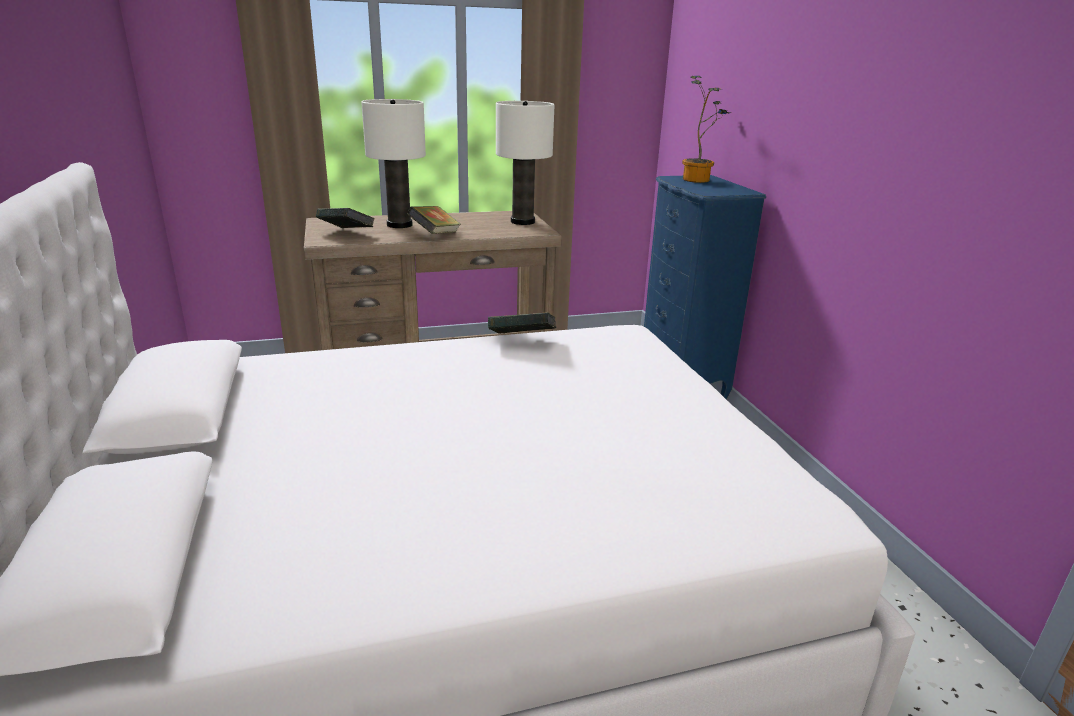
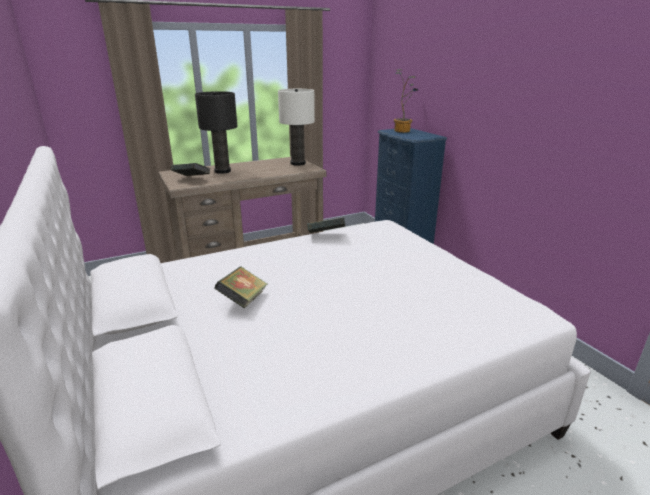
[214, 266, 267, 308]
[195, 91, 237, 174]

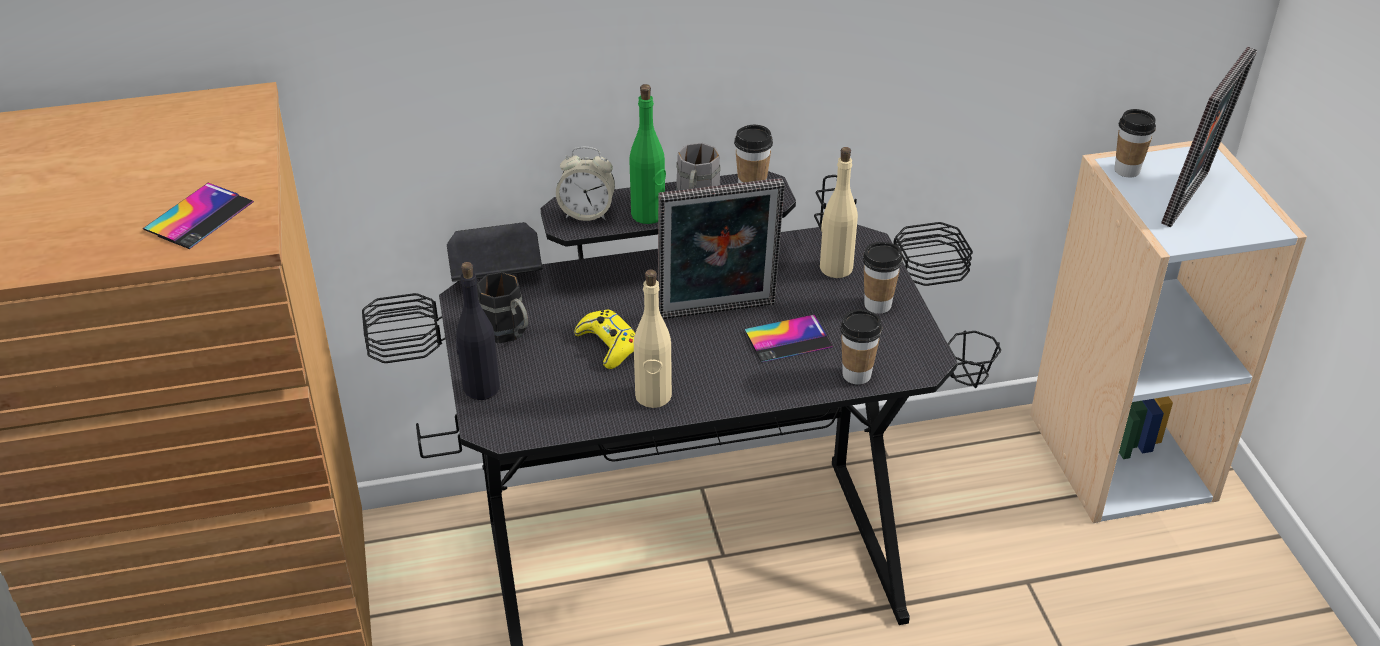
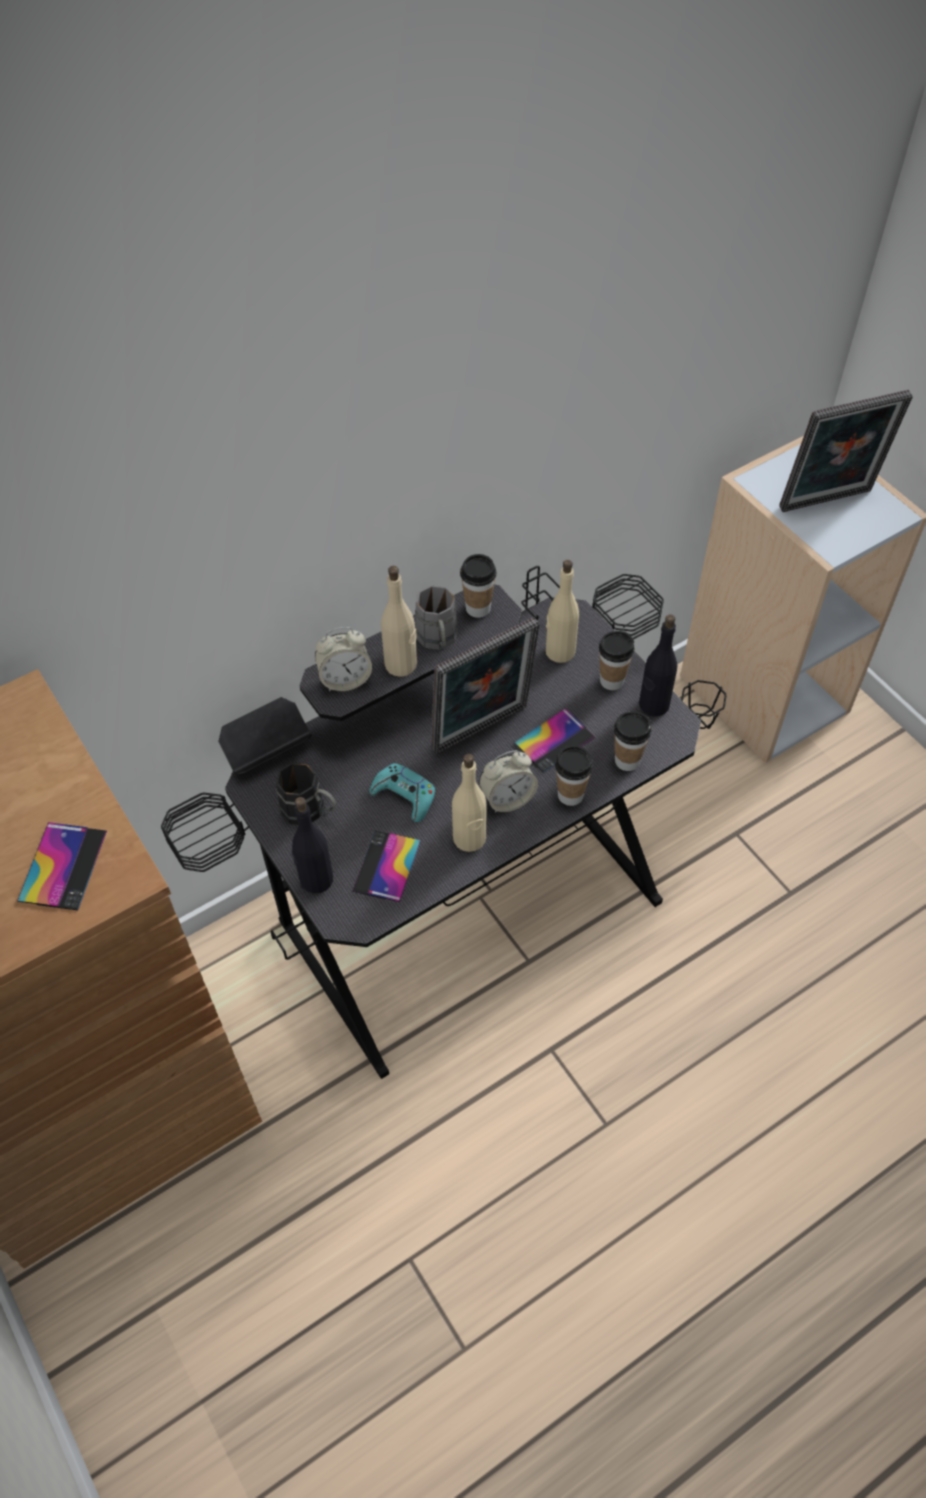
[352, 830, 421, 902]
[479, 750, 538, 813]
[639, 614, 677, 717]
[555, 745, 593, 806]
[369, 763, 435, 822]
[381, 566, 417, 677]
[779, 390, 913, 512]

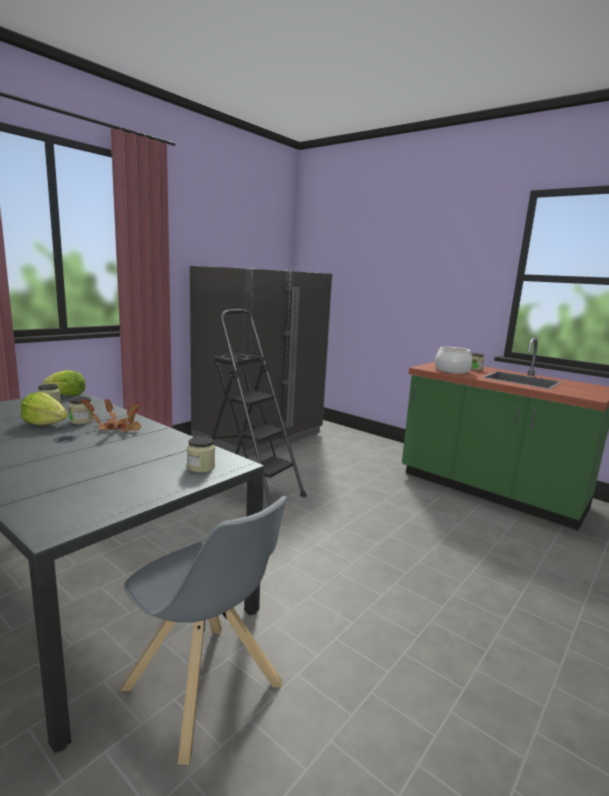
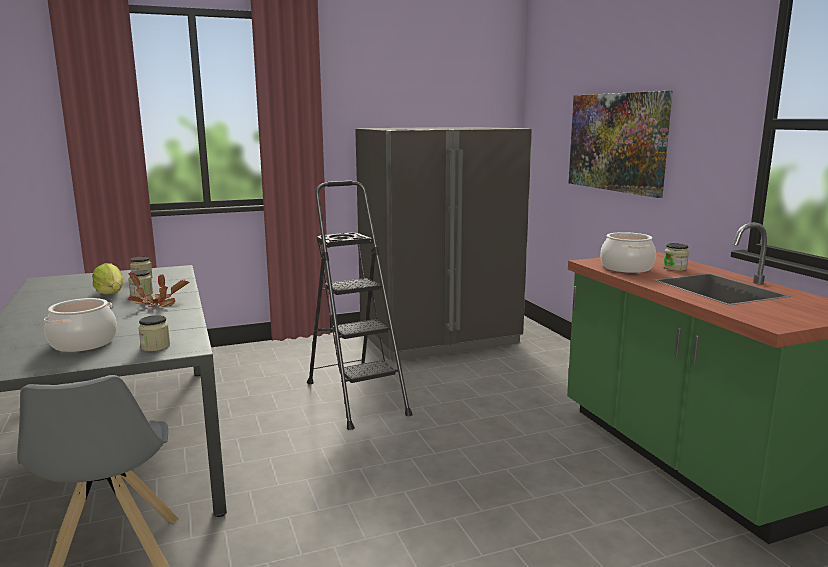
[43, 370, 86, 396] (first image)
[44, 298, 117, 352]
[569, 91, 673, 198]

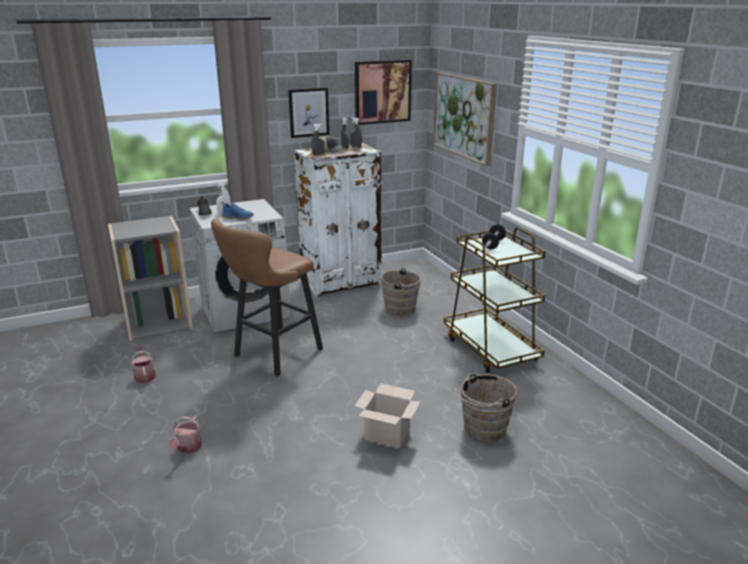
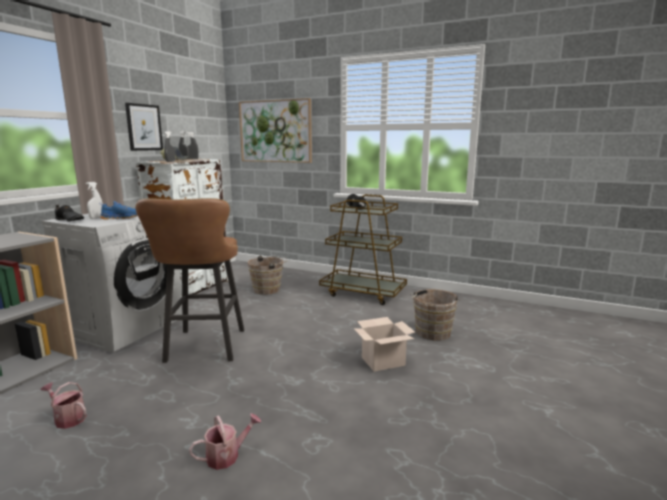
[355, 59, 412, 125] (first image)
[189, 413, 261, 470]

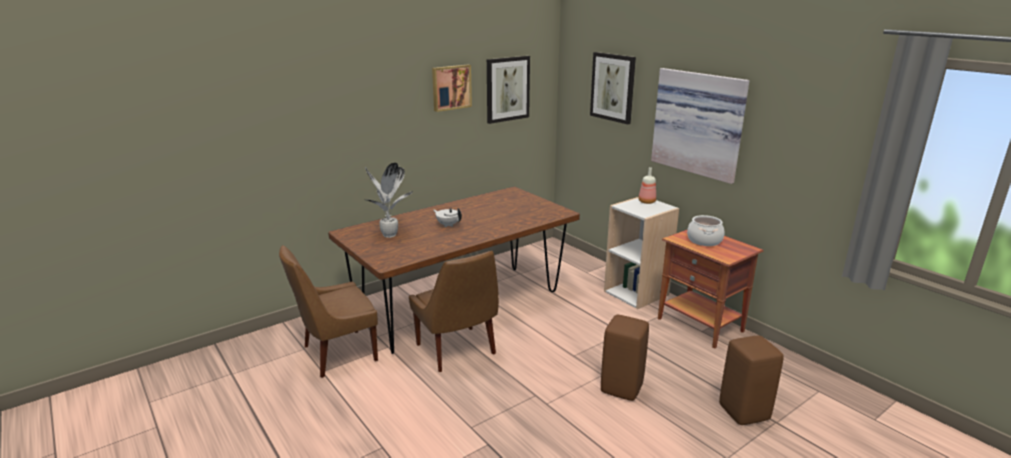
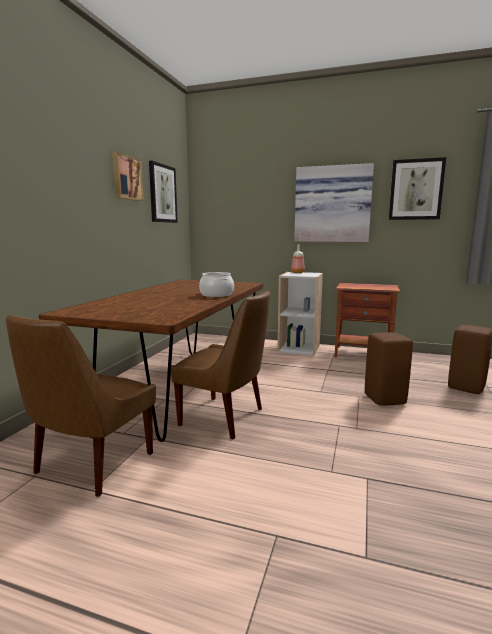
[365, 163, 413, 238] (first image)
[434, 208, 462, 227] (first image)
[389, 157, 446, 220]
[199, 272, 234, 297]

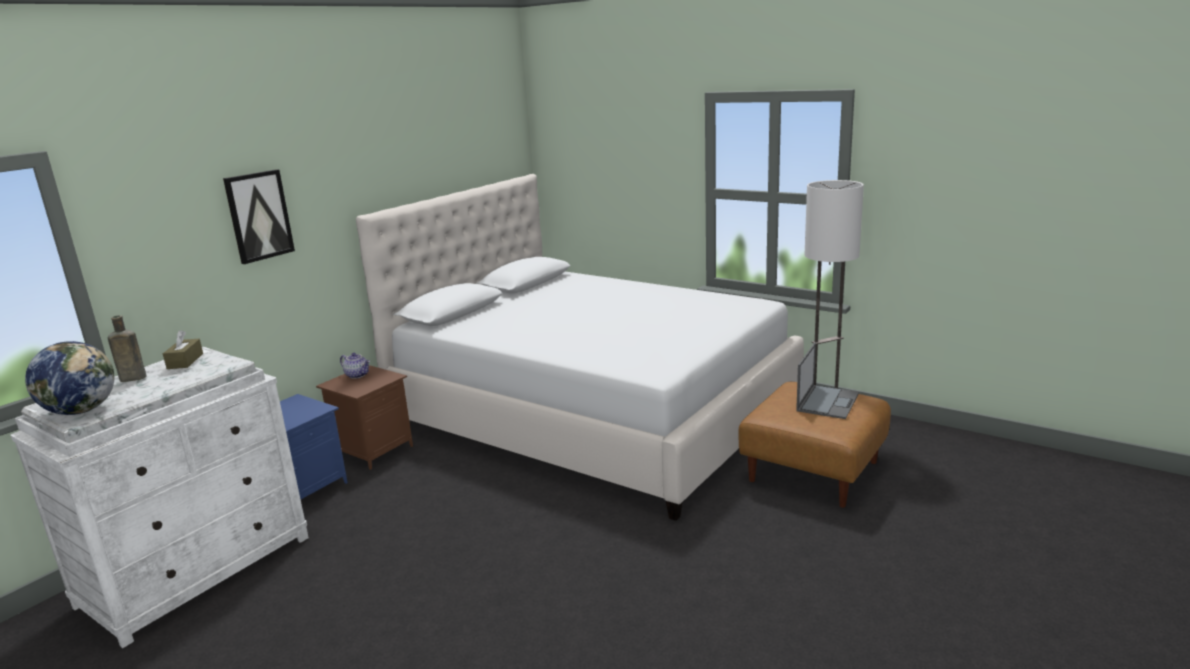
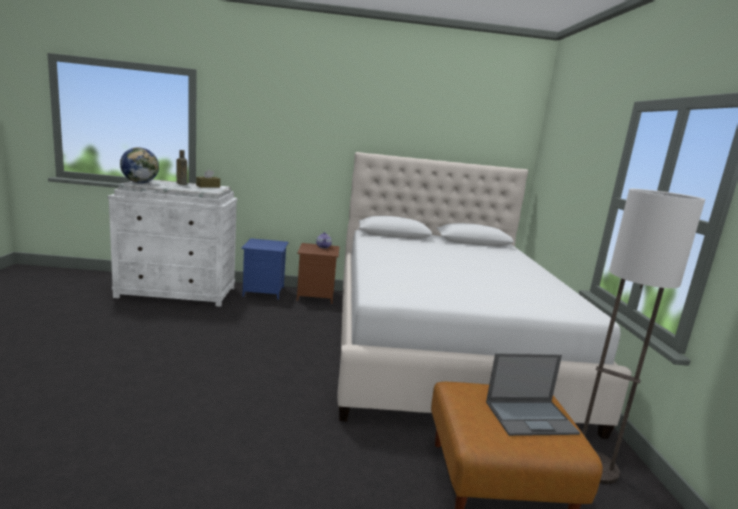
[223, 169, 295, 264] (first image)

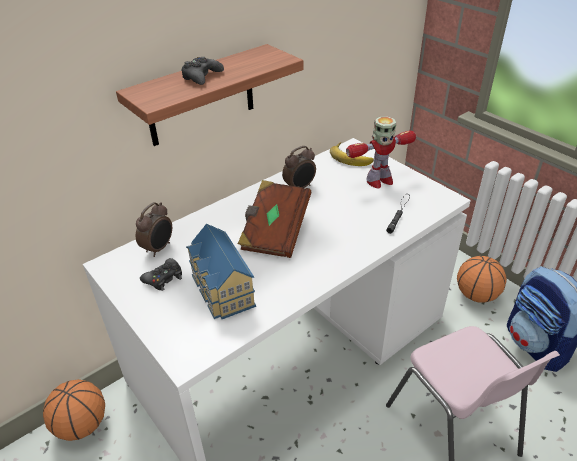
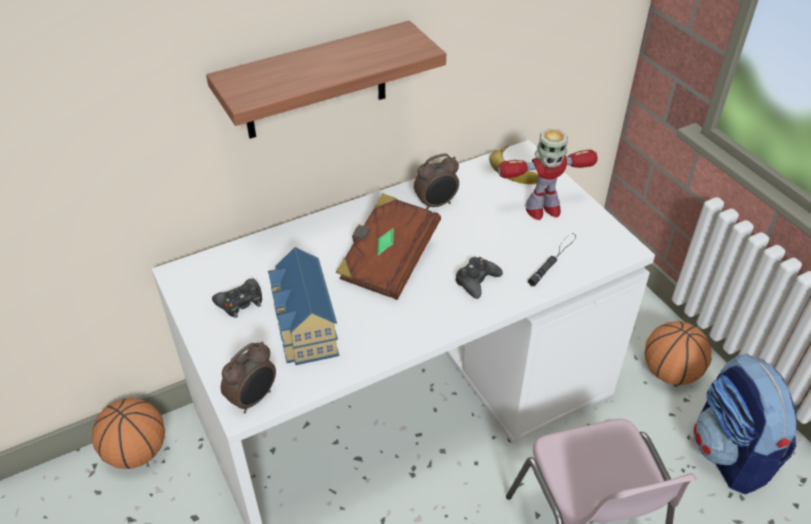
[221, 341, 276, 414]
[455, 257, 503, 299]

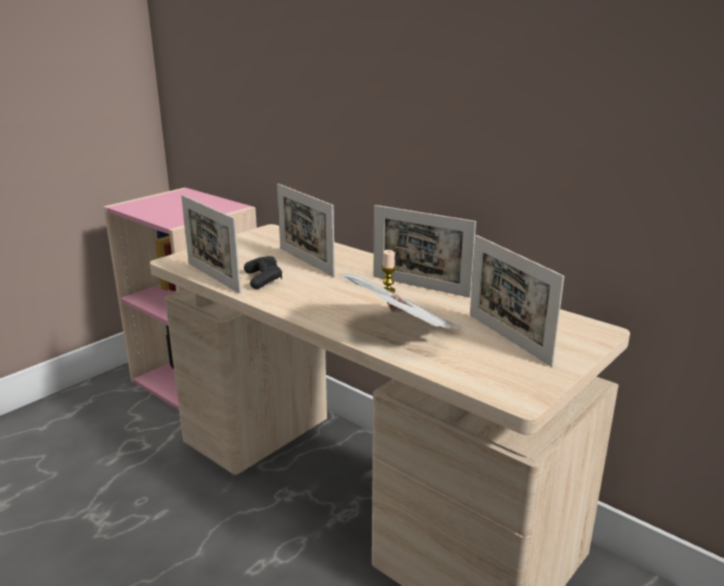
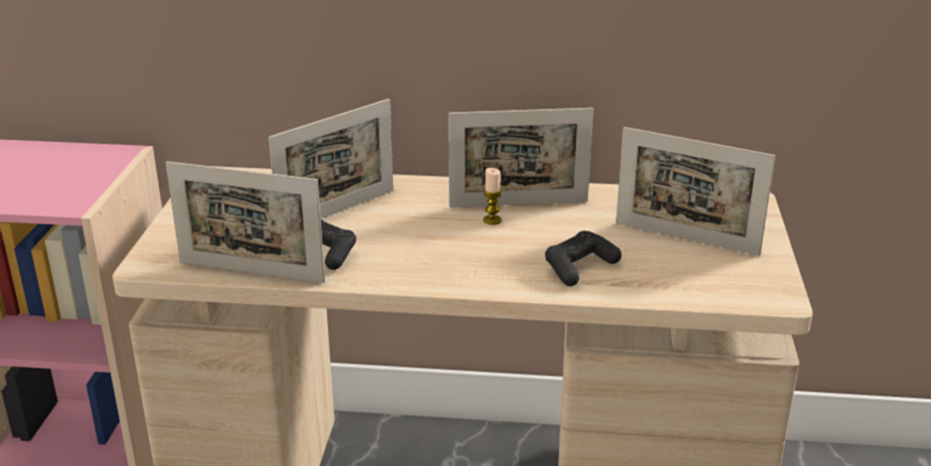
[545, 231, 622, 286]
[269, 99, 393, 218]

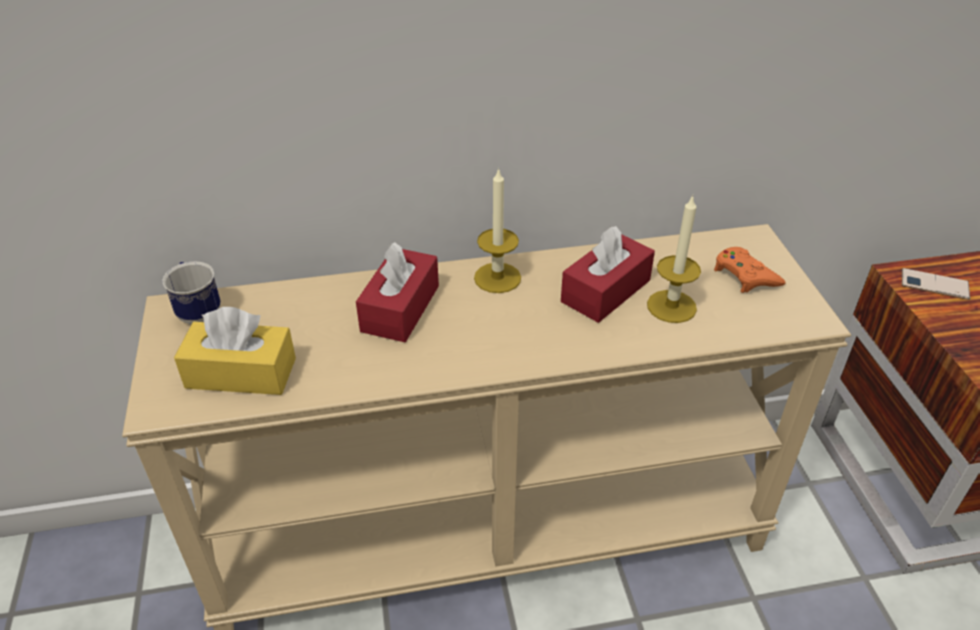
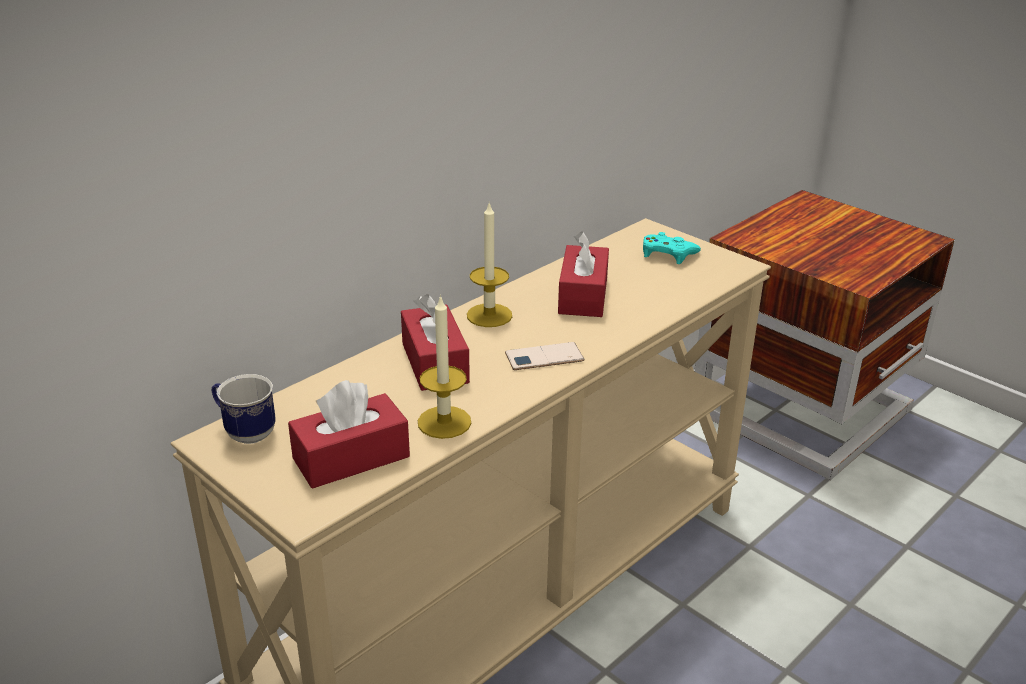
[418, 295, 471, 439]
[505, 342, 585, 370]
[288, 380, 410, 489]
[643, 232, 701, 264]

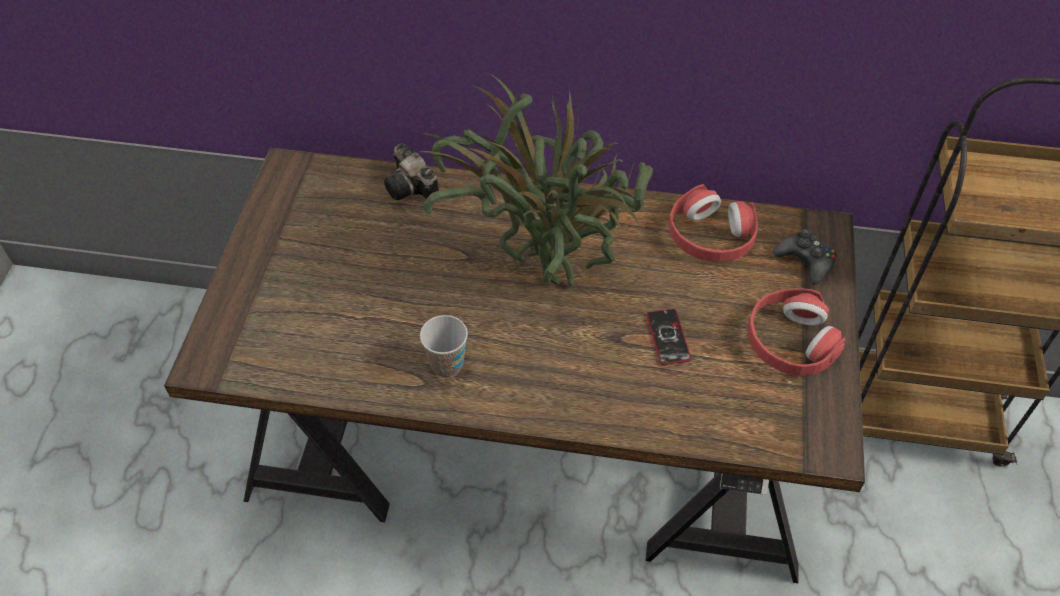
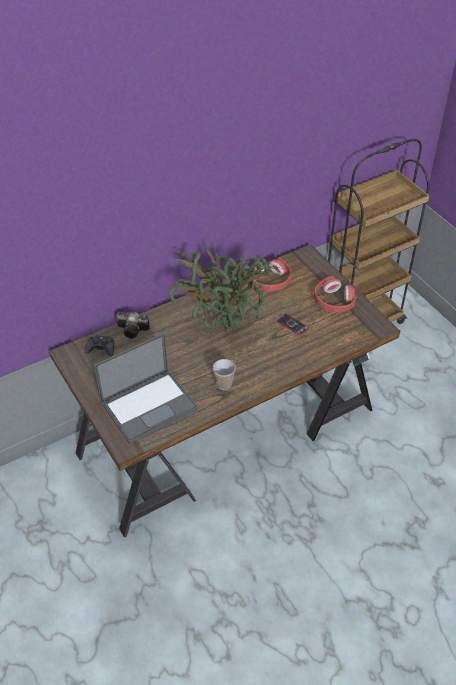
[94, 333, 198, 444]
[84, 334, 114, 356]

